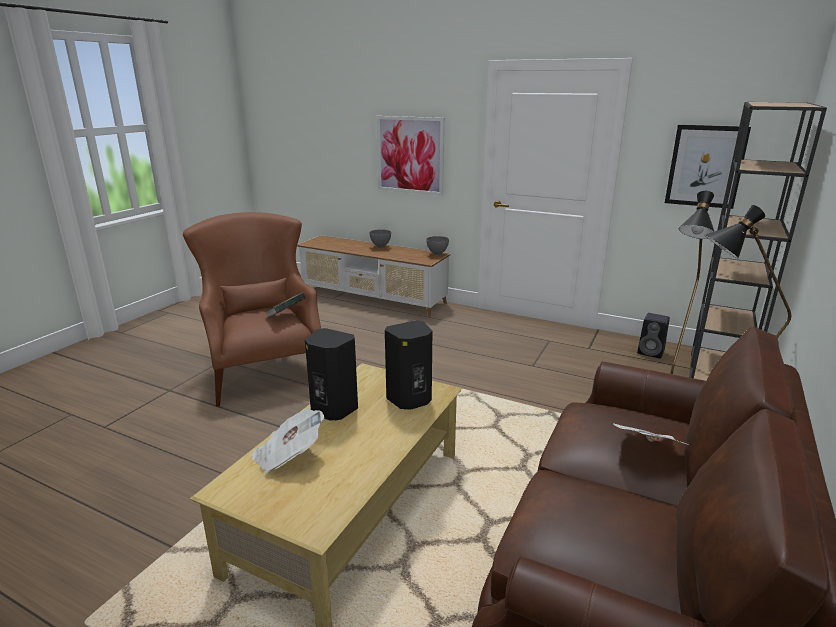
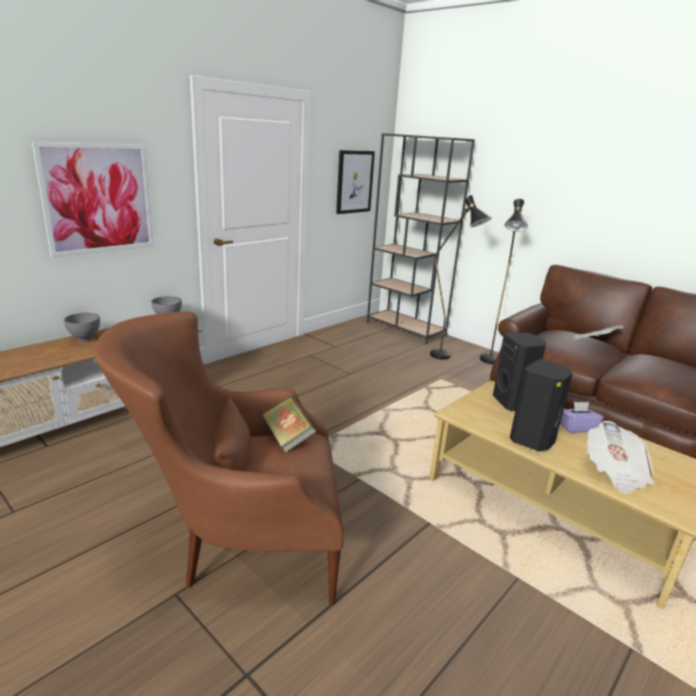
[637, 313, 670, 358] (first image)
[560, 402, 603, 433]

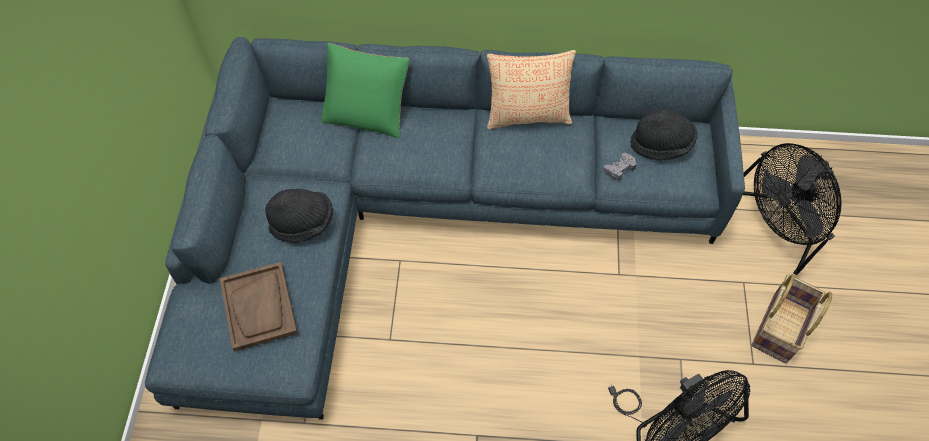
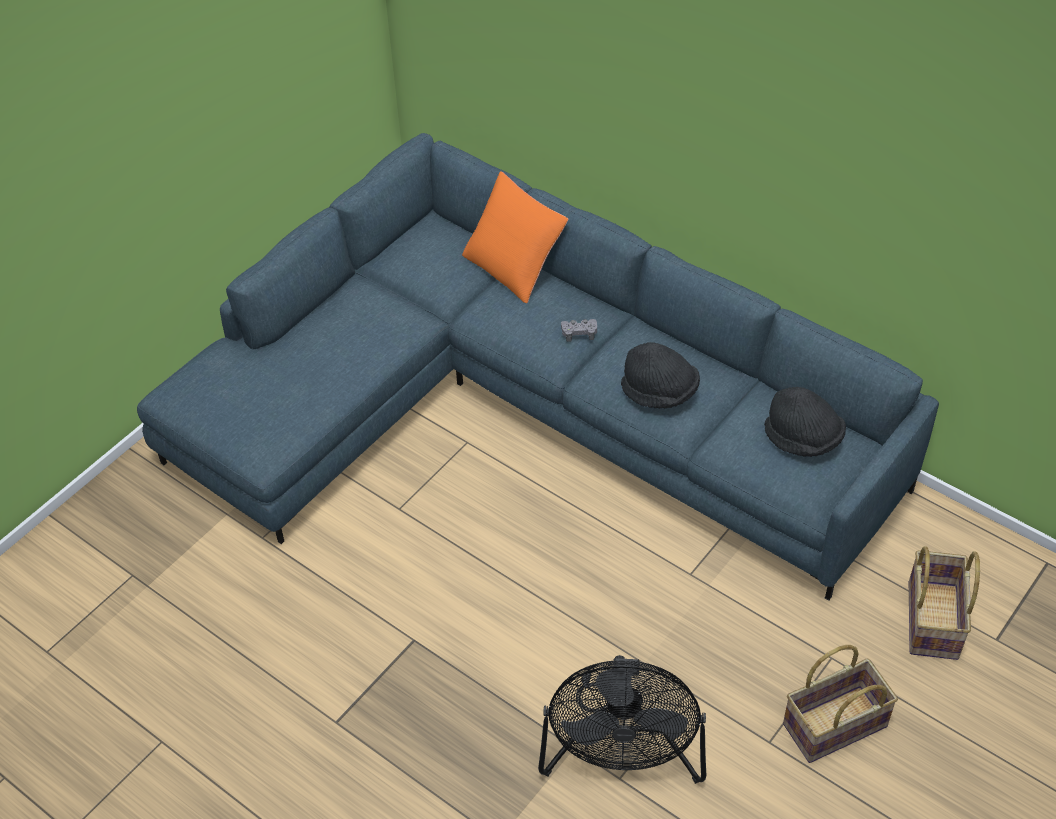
[220, 262, 298, 352] (first image)
[487, 50, 576, 129] (first image)
[621, 342, 700, 408]
[561, 319, 597, 342]
[909, 546, 980, 660]
[462, 171, 568, 303]

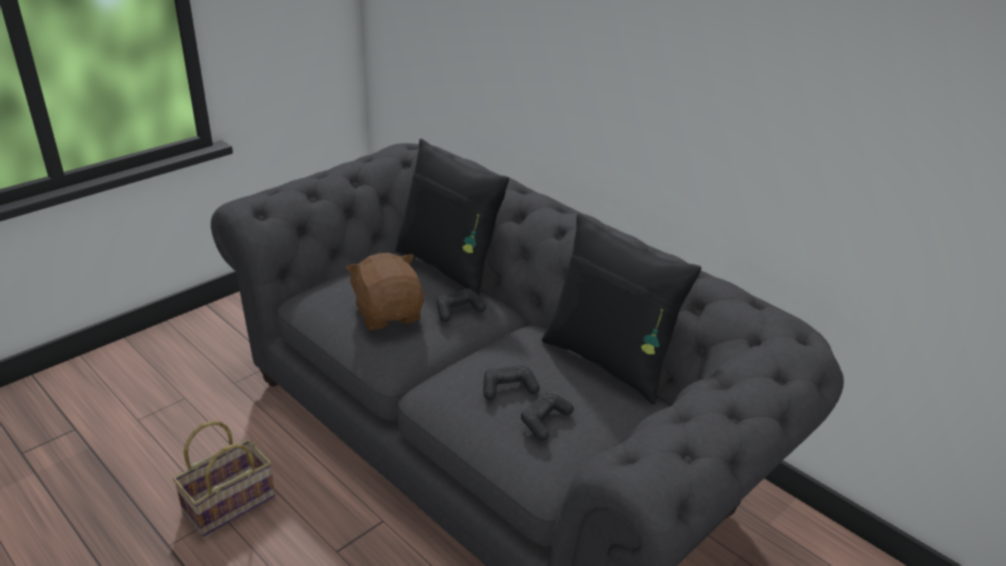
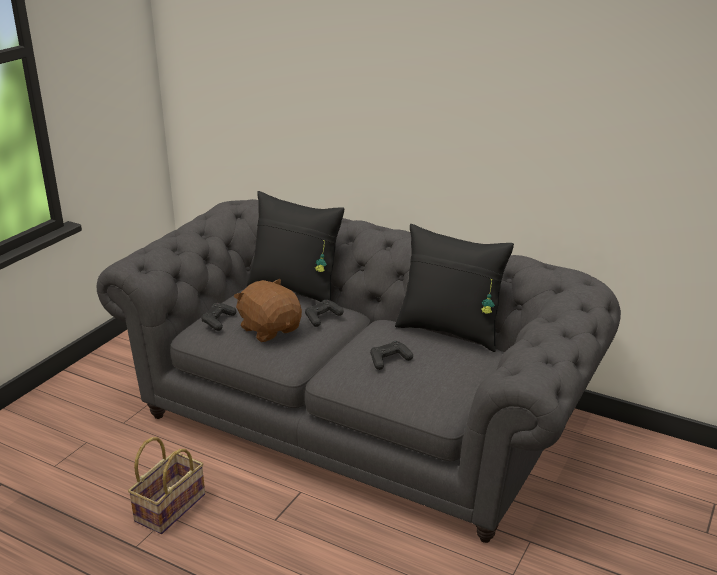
[201, 303, 236, 331]

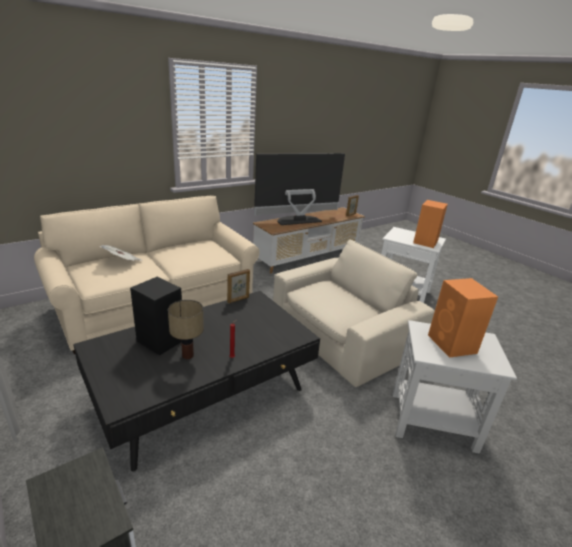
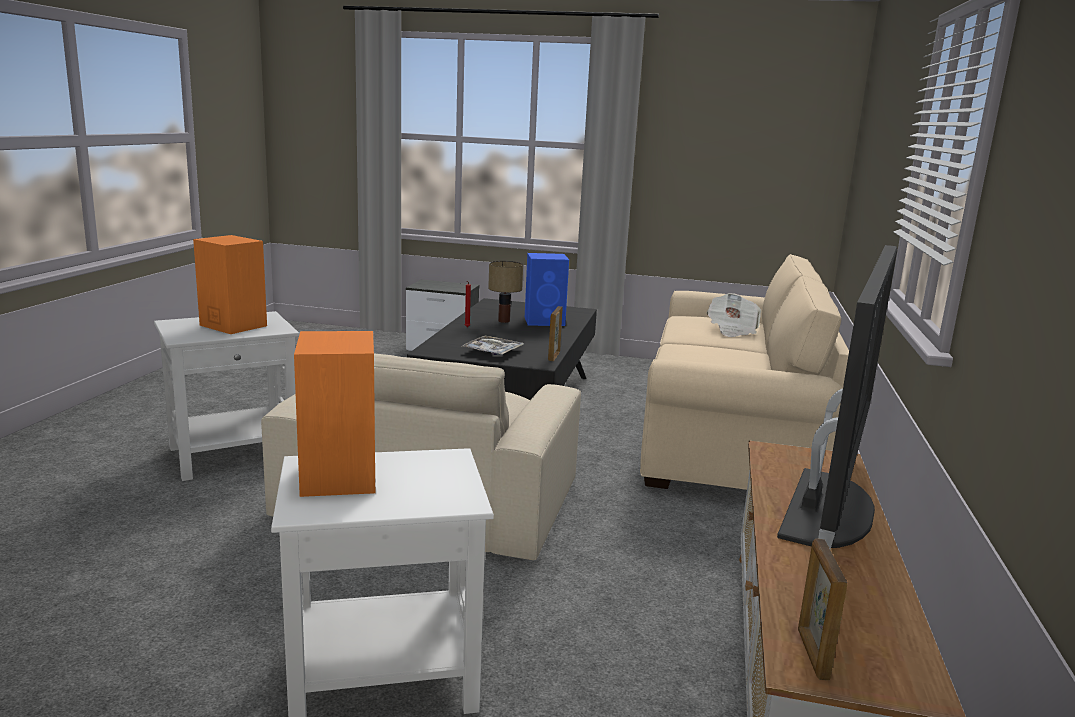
[461, 336, 524, 355]
[525, 253, 569, 326]

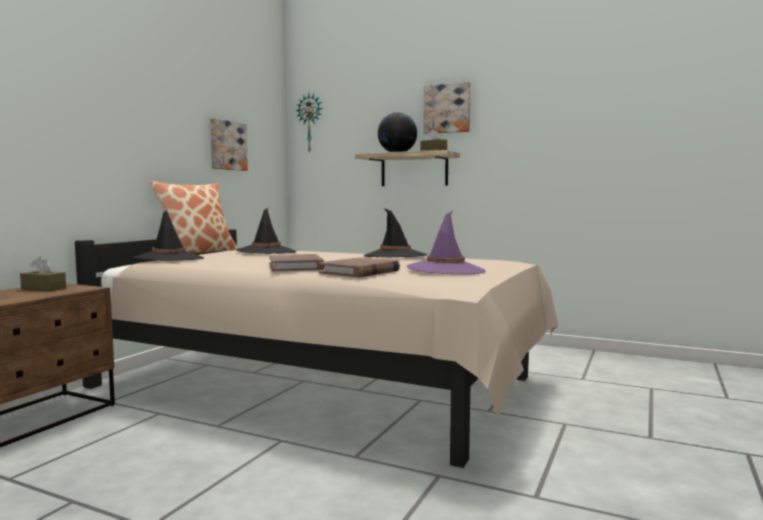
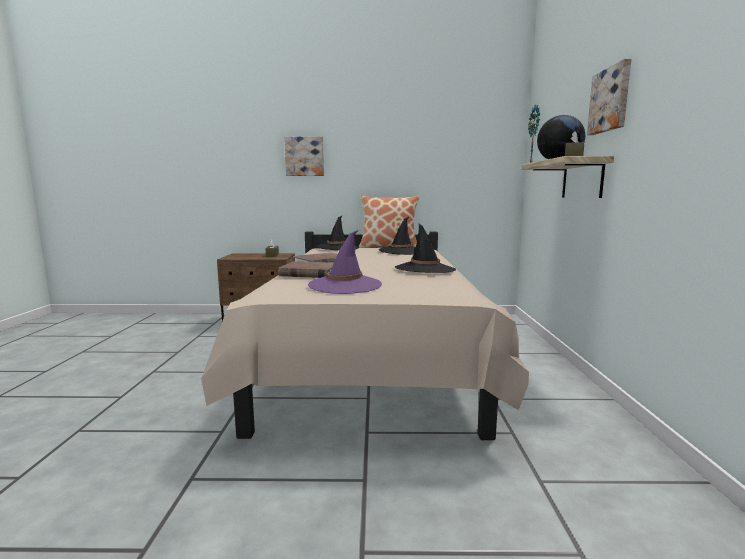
[285, 137, 324, 176]

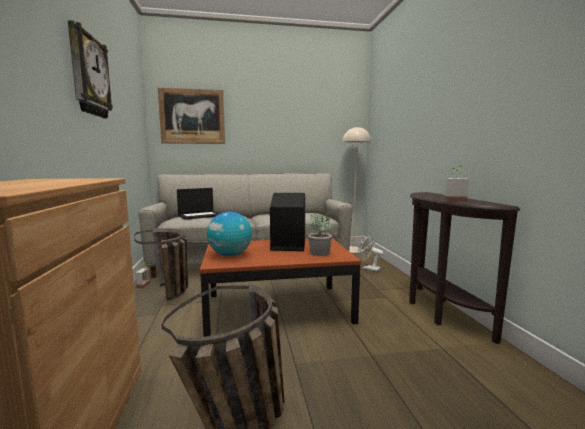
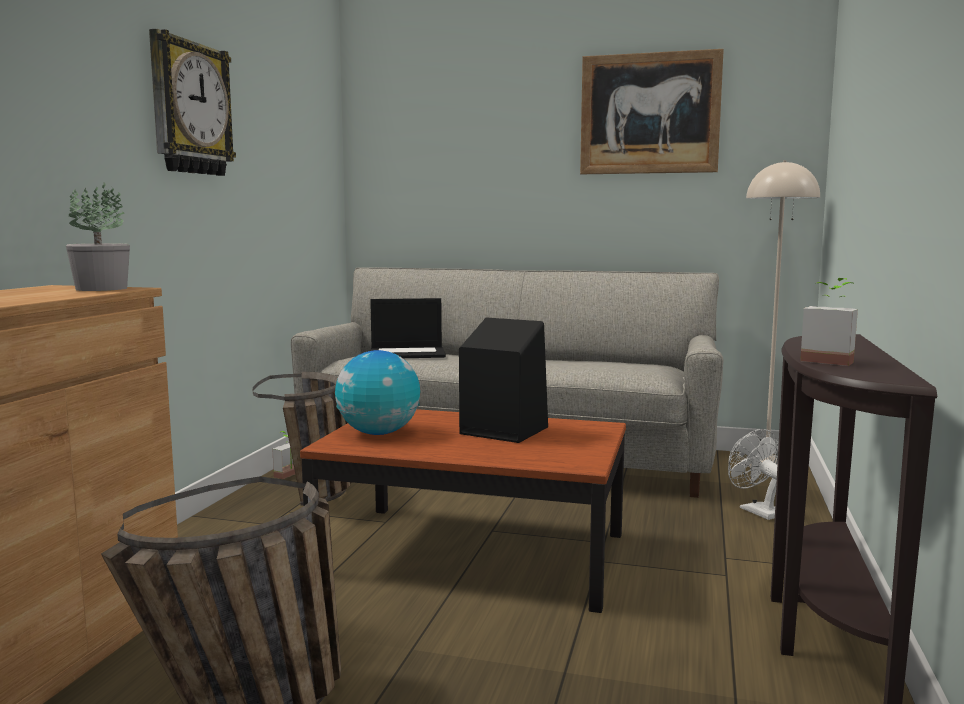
[580, 49, 724, 174]
[66, 183, 130, 291]

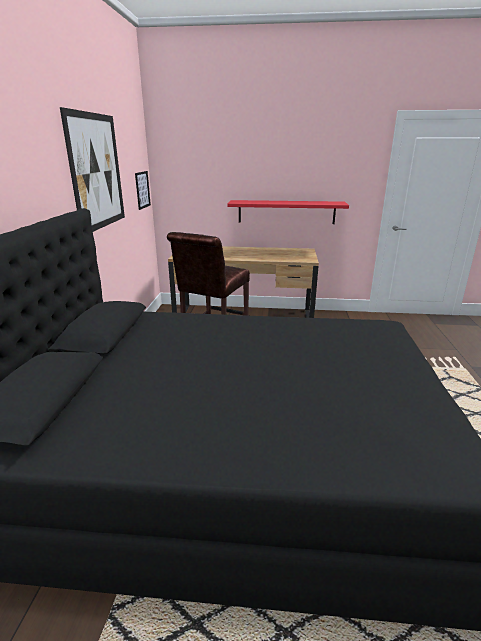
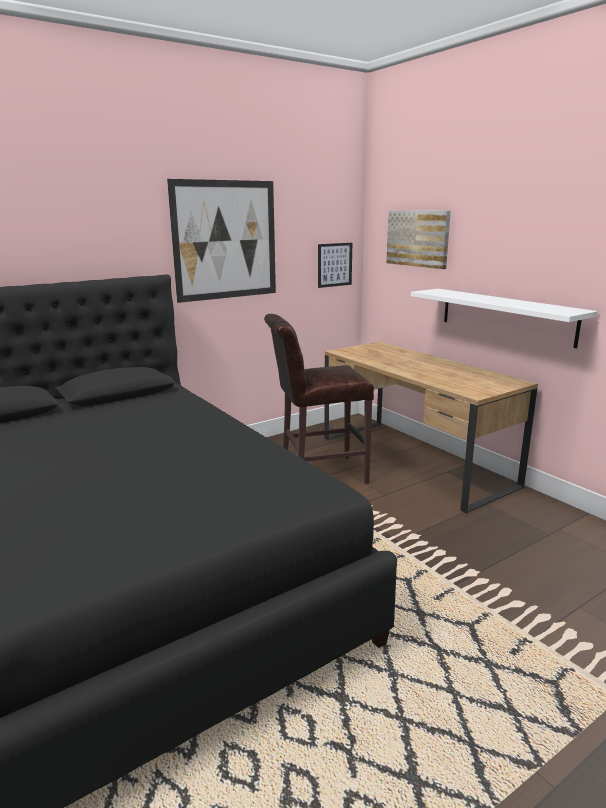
[386, 211, 451, 269]
[411, 289, 598, 348]

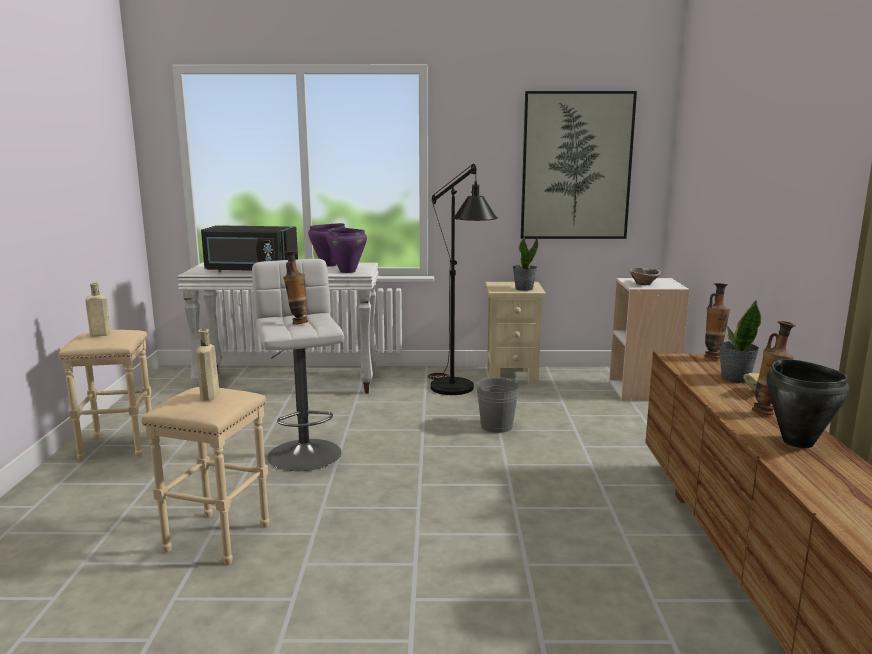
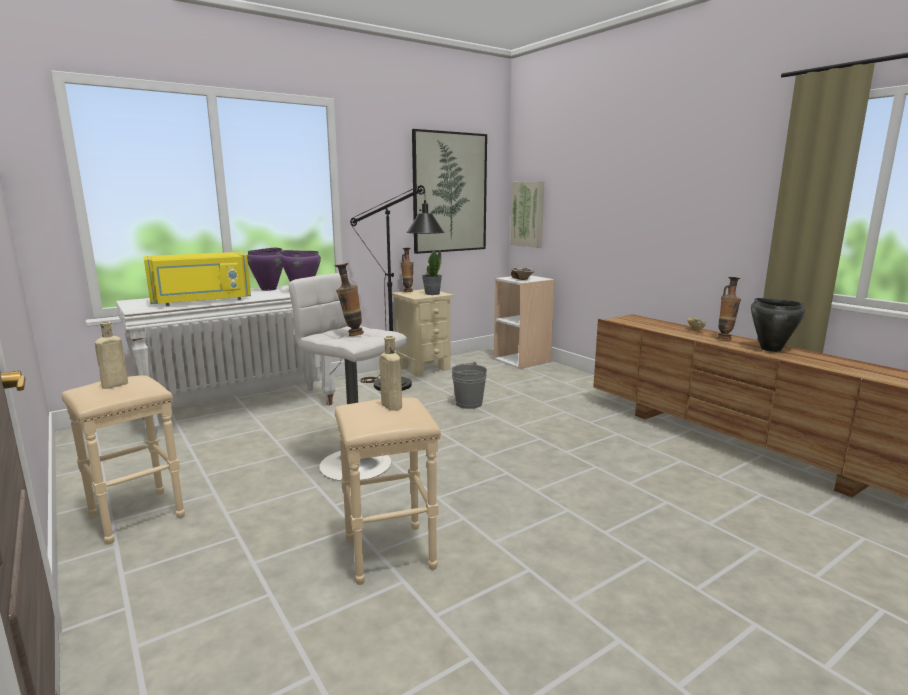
[719, 300, 761, 383] (first image)
[510, 181, 544, 248]
[401, 248, 414, 292]
[144, 252, 251, 306]

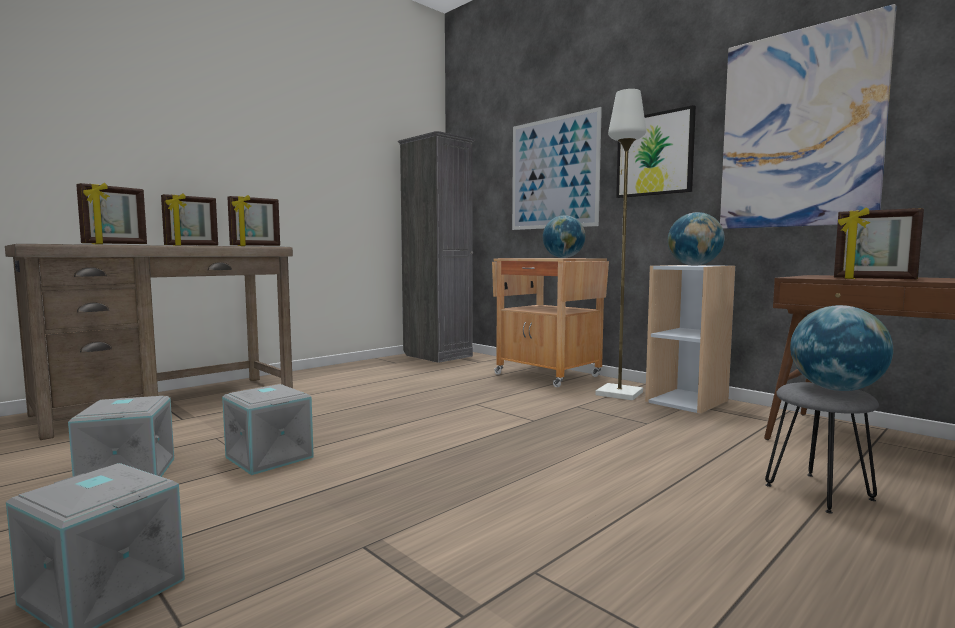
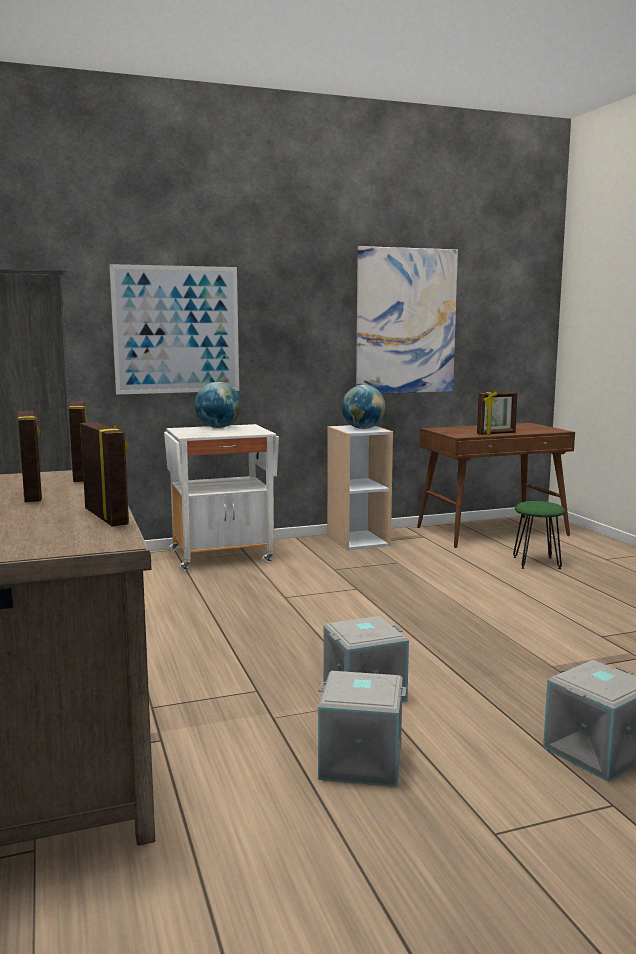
[596, 89, 646, 400] (first image)
[616, 105, 696, 198] (first image)
[790, 305, 893, 391] (first image)
[164, 424, 279, 571]
[513, 501, 565, 569]

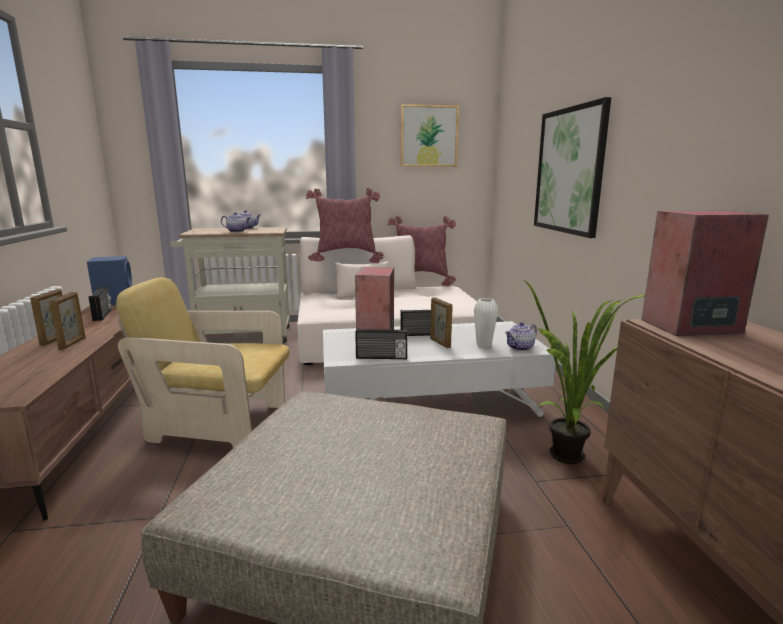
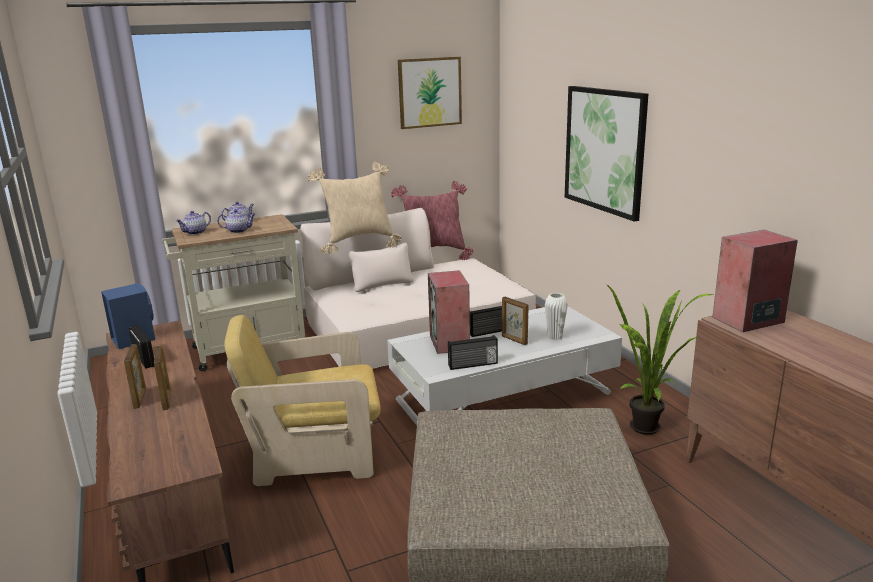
[176, 211, 211, 235]
[308, 161, 402, 254]

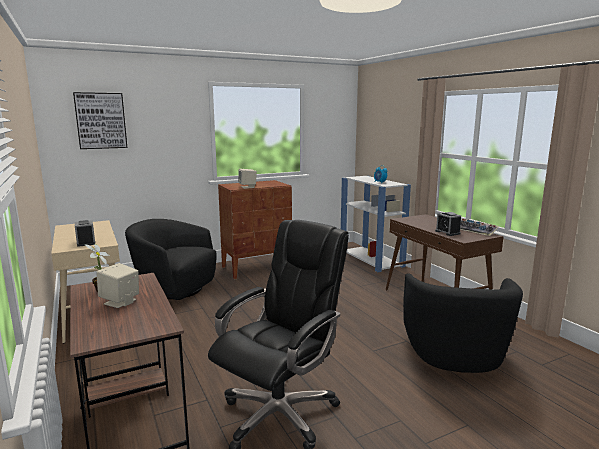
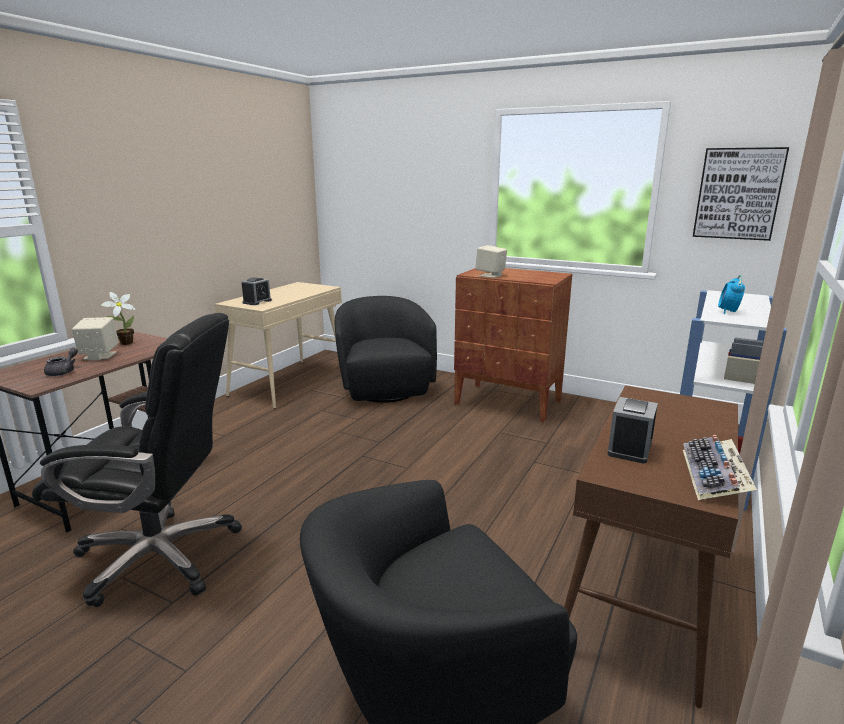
[44, 348, 78, 376]
[693, 147, 789, 241]

